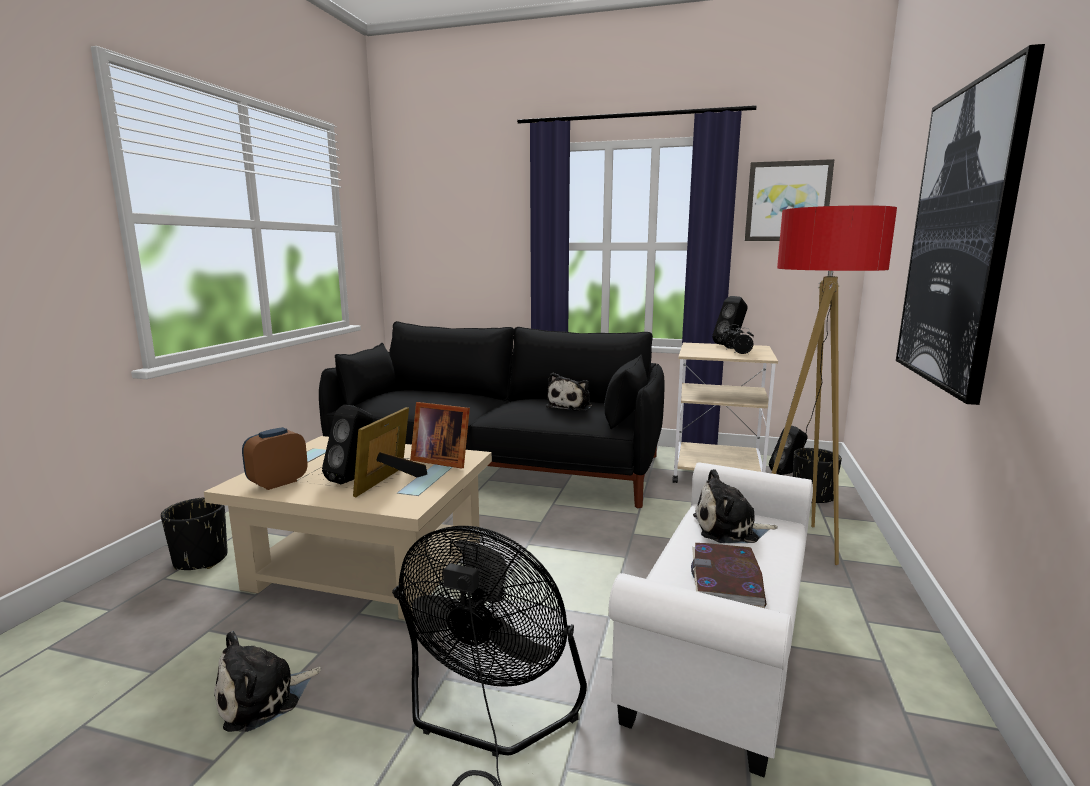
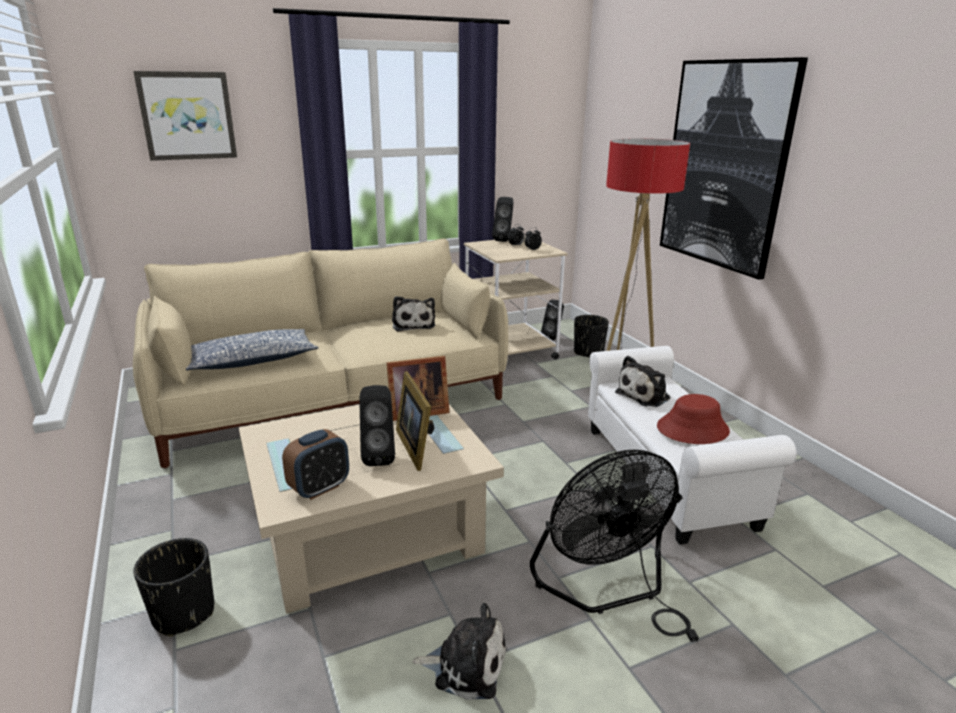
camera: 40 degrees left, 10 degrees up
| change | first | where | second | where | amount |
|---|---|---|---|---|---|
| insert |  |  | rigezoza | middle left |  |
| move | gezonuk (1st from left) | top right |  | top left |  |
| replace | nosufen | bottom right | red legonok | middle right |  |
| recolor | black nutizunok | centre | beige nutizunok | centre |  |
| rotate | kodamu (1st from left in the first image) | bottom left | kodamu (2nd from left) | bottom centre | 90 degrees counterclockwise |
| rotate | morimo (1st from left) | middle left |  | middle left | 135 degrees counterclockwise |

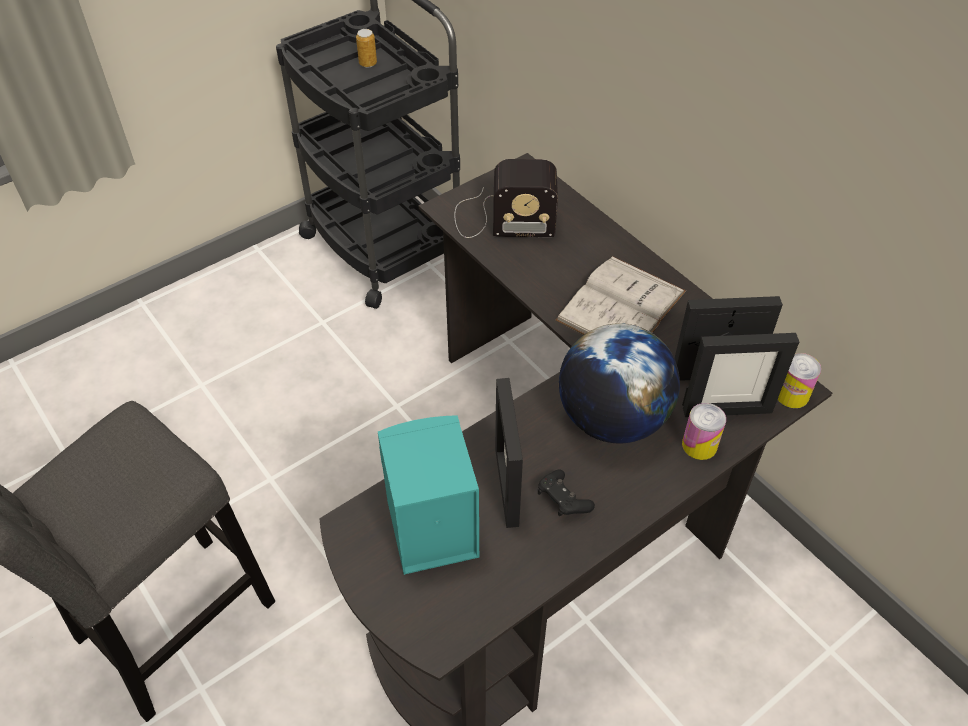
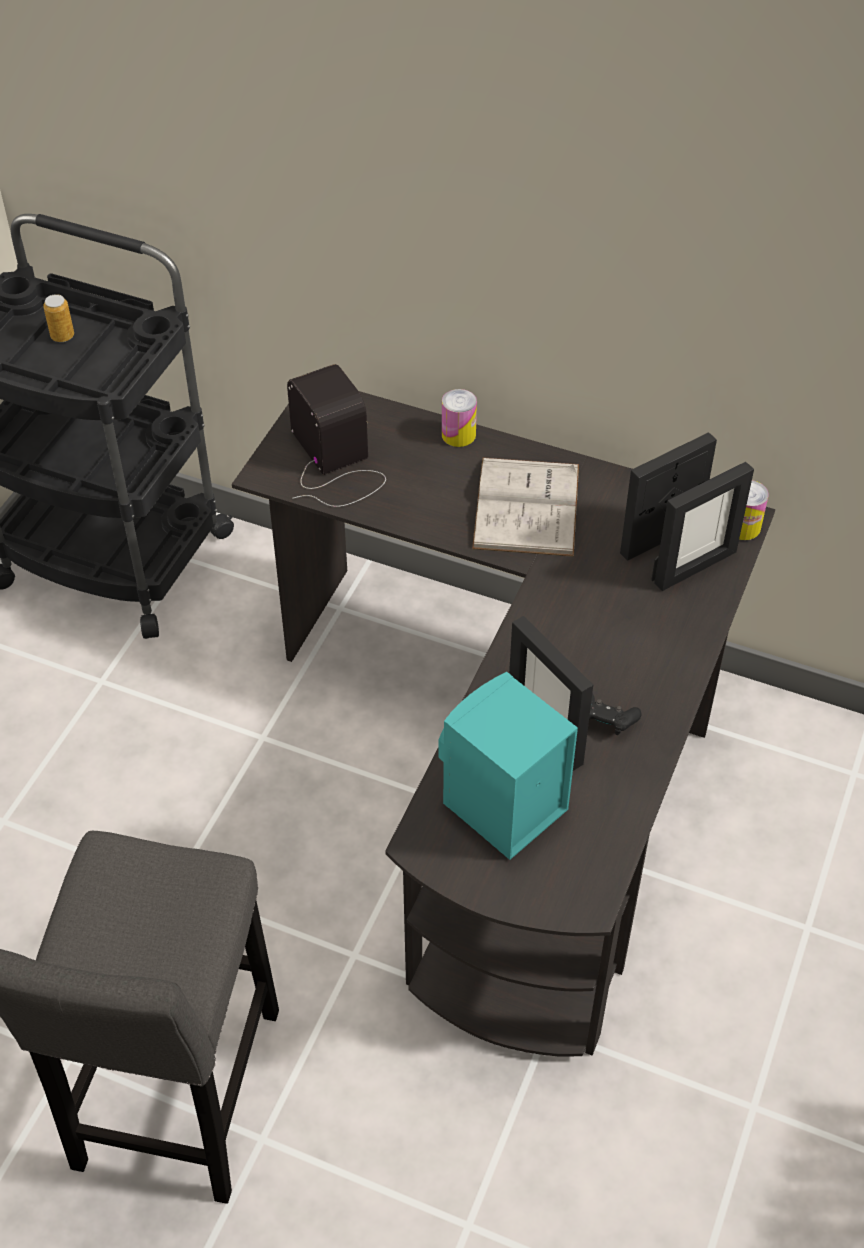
camera: 30 degrees left, 0 degrees up
| change | first | where | second | where | amount |
|---|---|---|---|---|---|
| delete | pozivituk | centre |  |  |  |
| move | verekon (2nd from left) | middle right |  | centre |  |
| rotate | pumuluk | top centre |  | centre | 90 degrees counterclockwise |

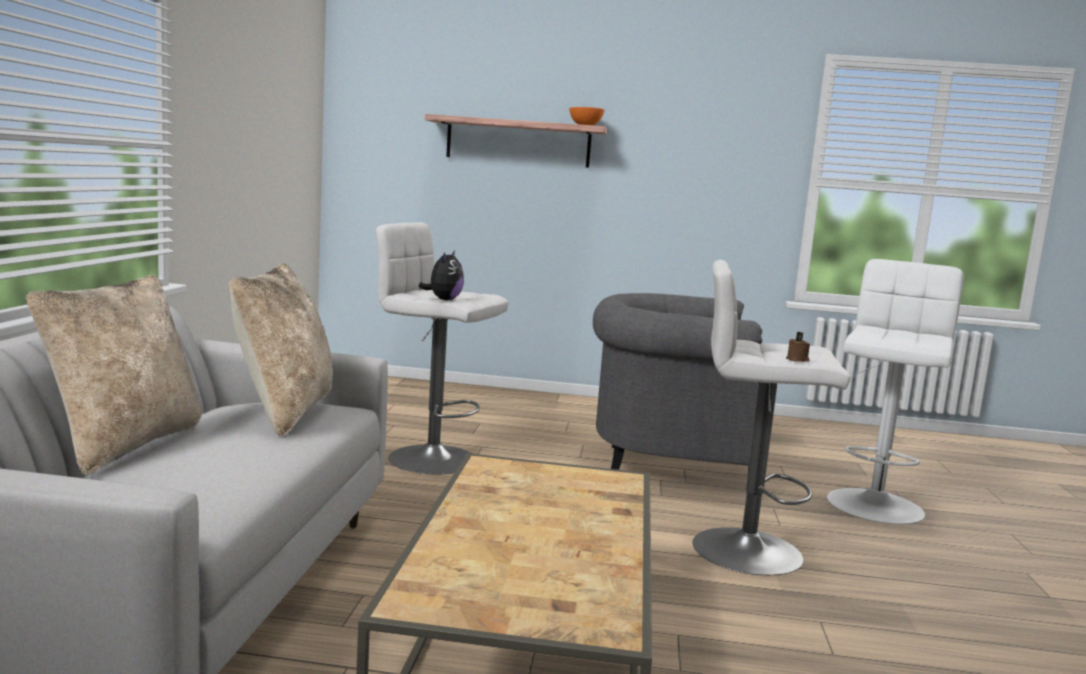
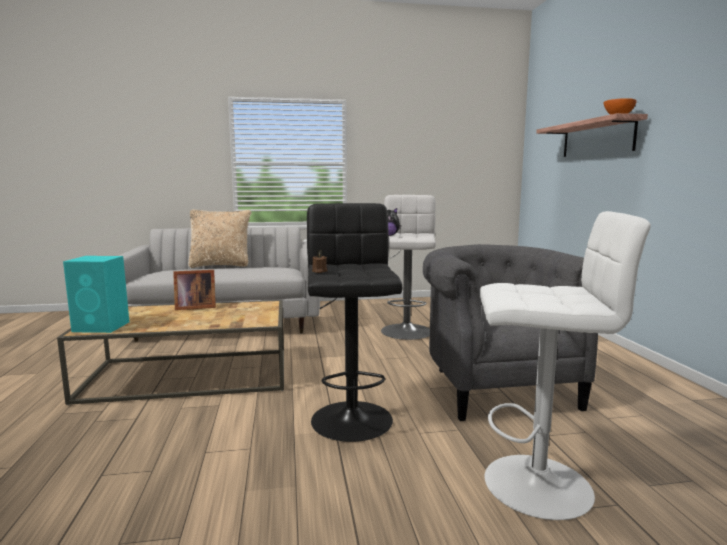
camera: 75 degrees right, 0 degrees up
| change | first | where | second | where | amount |
|---|---|---|---|---|---|
| delete | beige rigezoza (2nd from left) | middle left |  |  |  |
| insert |  |  | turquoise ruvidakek | middle left |  |
| insert |  |  | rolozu | middle left |  |
| recolor | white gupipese (2nd from left) | middle right | black gupipese | centre |  |

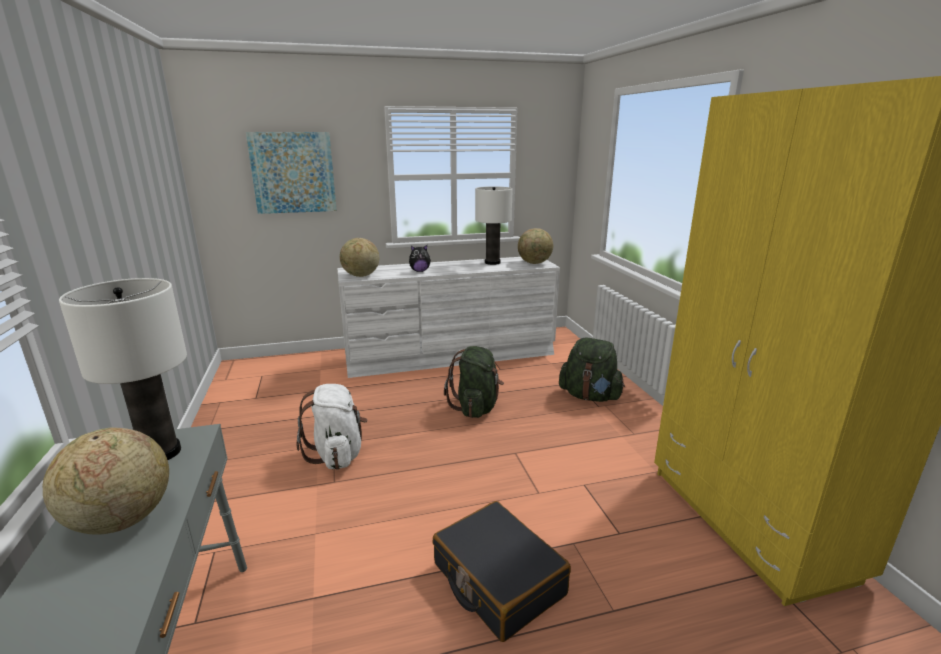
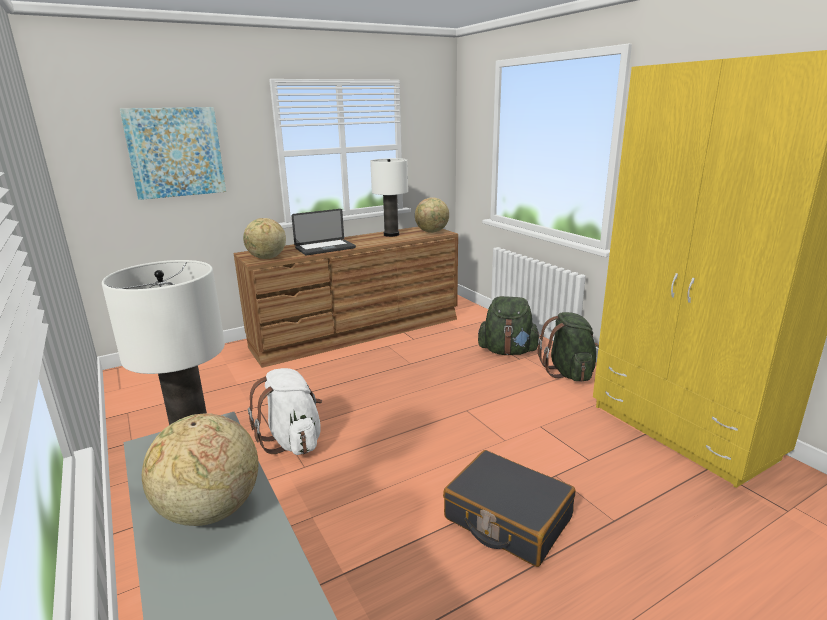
camera: 15 degrees left, 0 degrees up
| change | first | where | second | where | amount |
|---|---|---|---|---|---|
| move | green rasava (1st from left in the first image) | centre | green rasava (2nd from left) | middle right |  |
| replace | kodamu | centre | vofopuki | centre |  |
| recolor | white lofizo | centre | brown lofizo | centre |  |

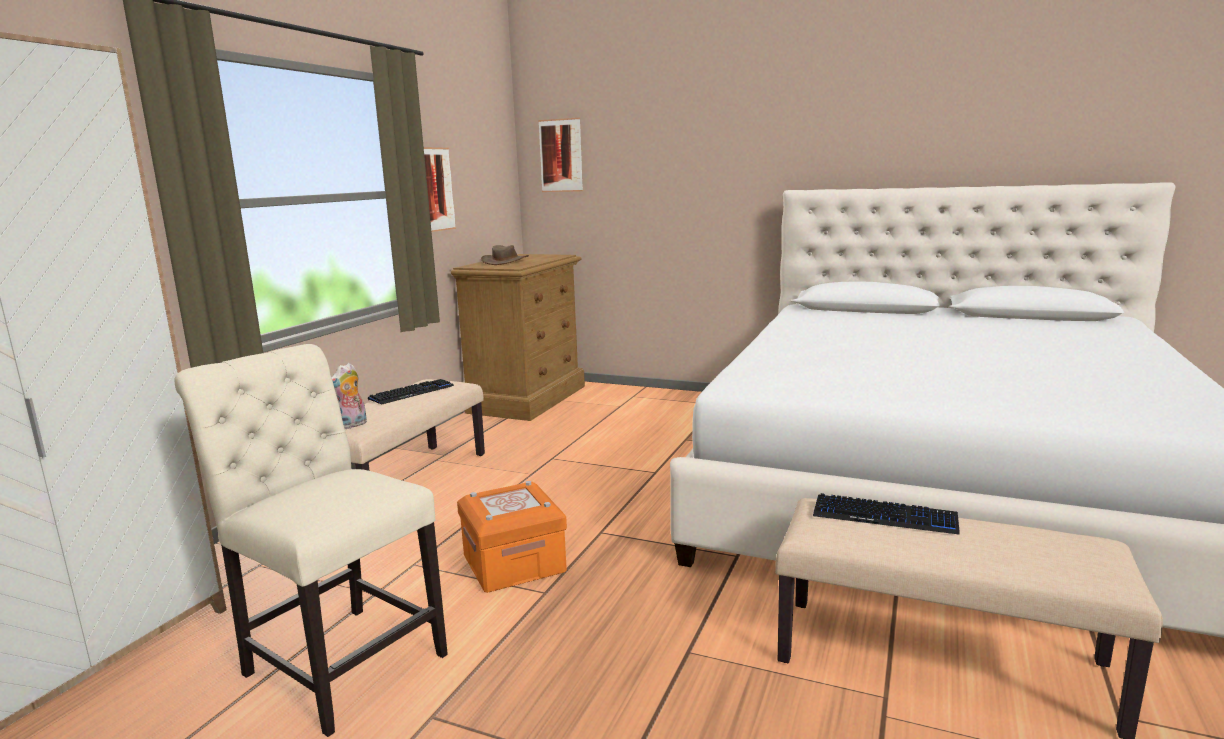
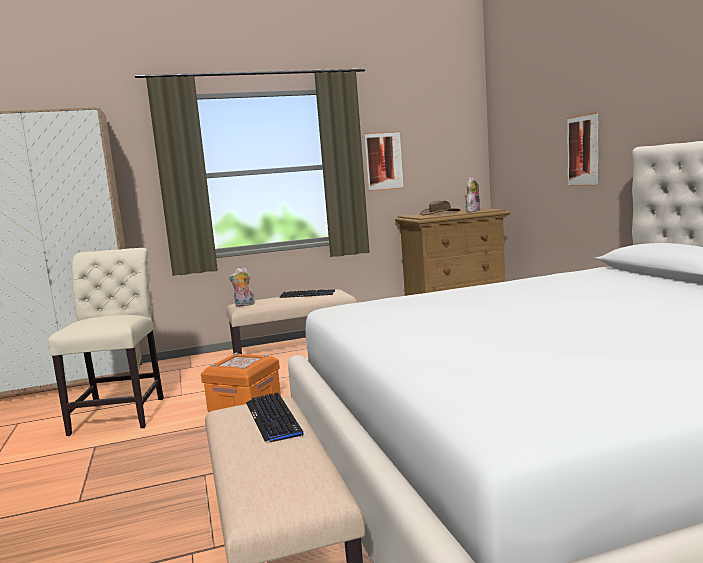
camera: 50 degrees right, 5 degrees down
| change | first | where | second | where | amount |
|---|---|---|---|---|---|
| insert |  |  | kodamu (2nd from left) | middle right |  |
| move | gezonuk (2nd from left) | top centre |  | top right |  |

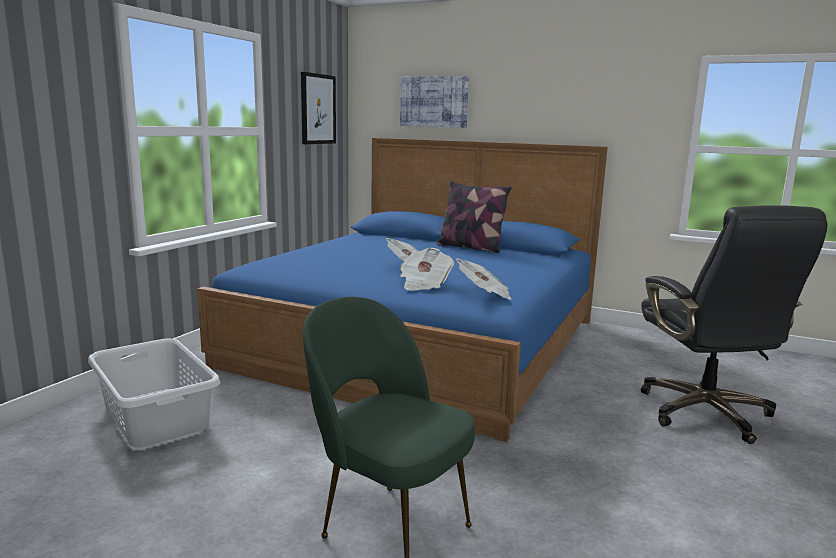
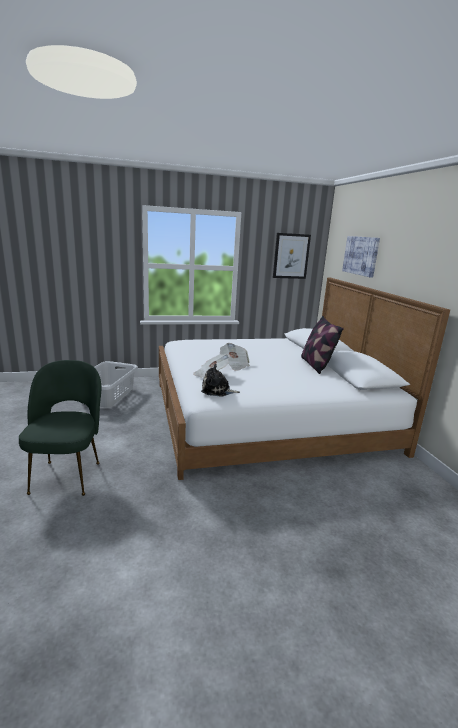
camera: 50 degrees right, 5 degrees up
| change | first | where | second | where | amount |
|---|---|---|---|---|---|
| delete | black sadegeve | middle right |  |  |  |
| replace | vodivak (3rd from left) | centre | kodamu | centre |  |
| recolor | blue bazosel | centre | white bazosel | centre |  |

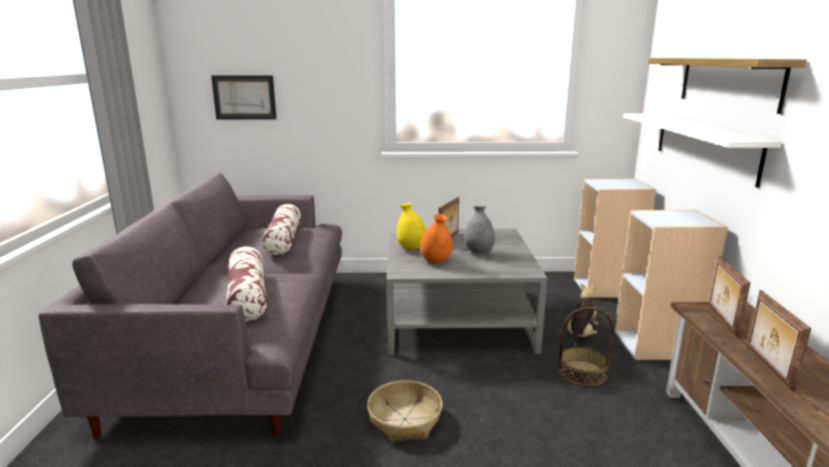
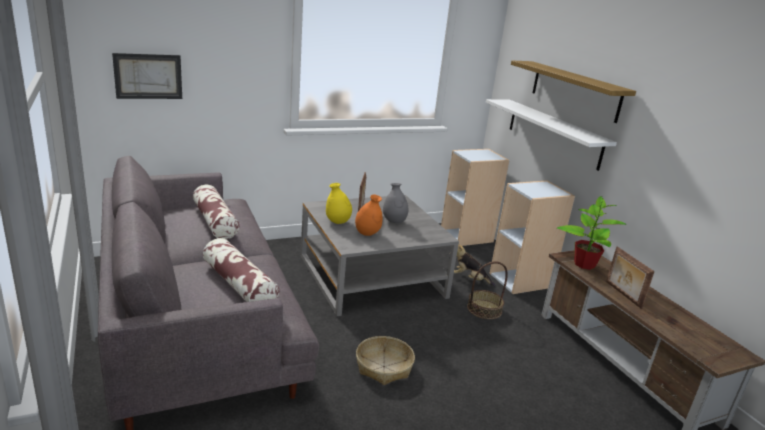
camera: 25 degrees left, 5 degrees up
| change | first | where | second | where | amount |
|---|---|---|---|---|---|
| replace | rolozu (2nd from left) | middle right | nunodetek | middle right |  |
| rotate | kodamu | bottom right |  | centre | 75 degrees counterclockwise |

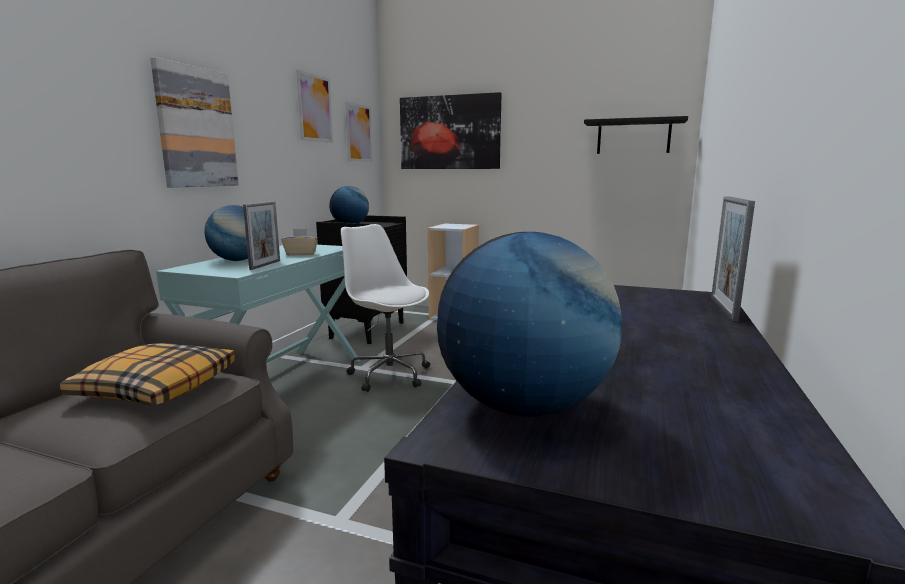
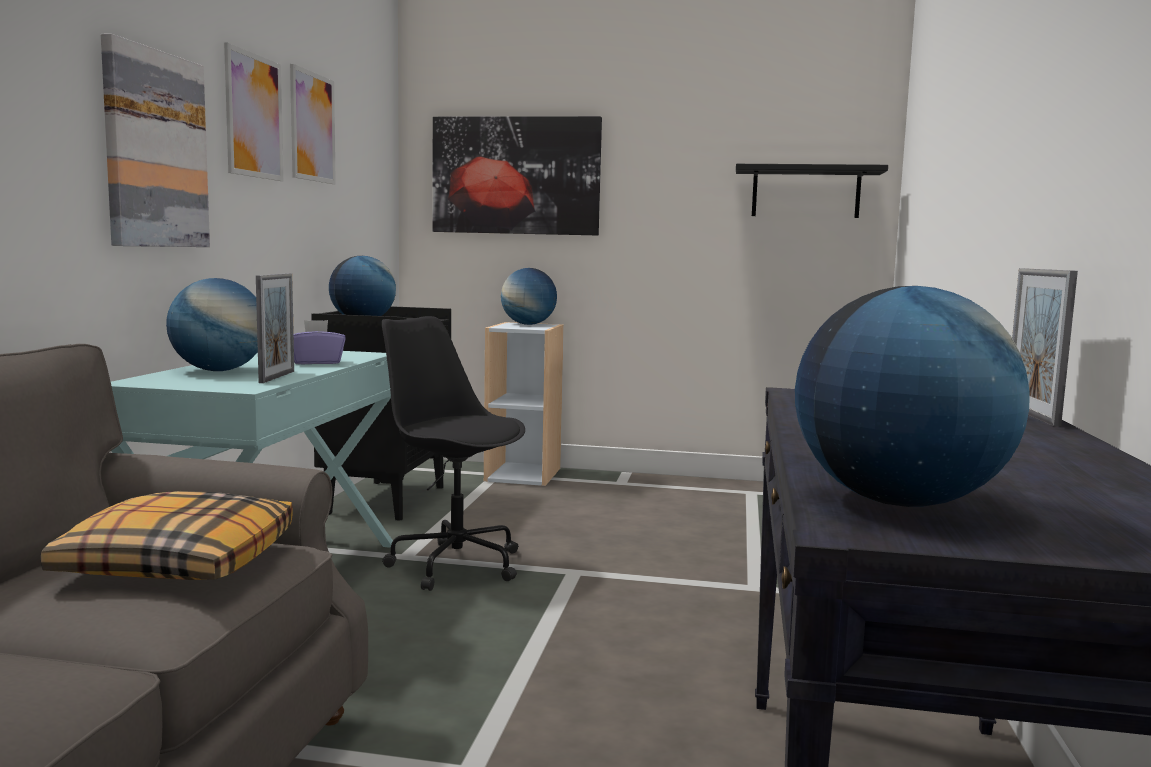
camera: 10 degrees left, 5 degrees down
| change | first | where | second | where | amount |
|---|---|---|---|---|---|
| insert |  |  | pozivituk (3rd from left) | centre |  |
| move | gezonuk (3rd from left in the first image) | top centre | gezonuk (2nd from left) | top left |  |
| recolor | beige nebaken | middle left | purple nebaken | middle left |  |
| recolor | white sadegeve | centre | black sadegeve | centre |  |

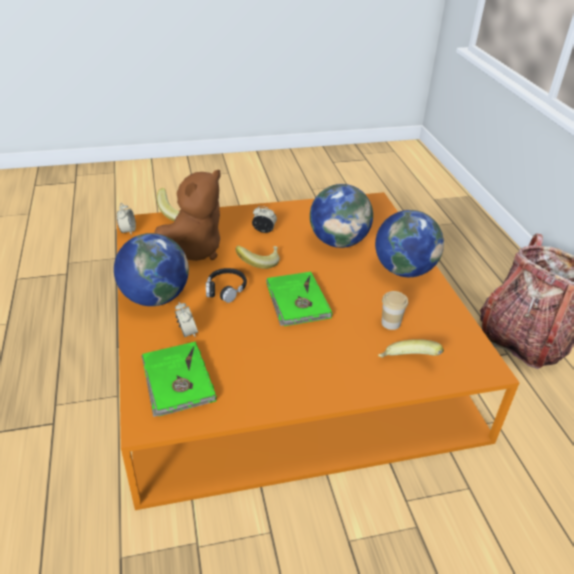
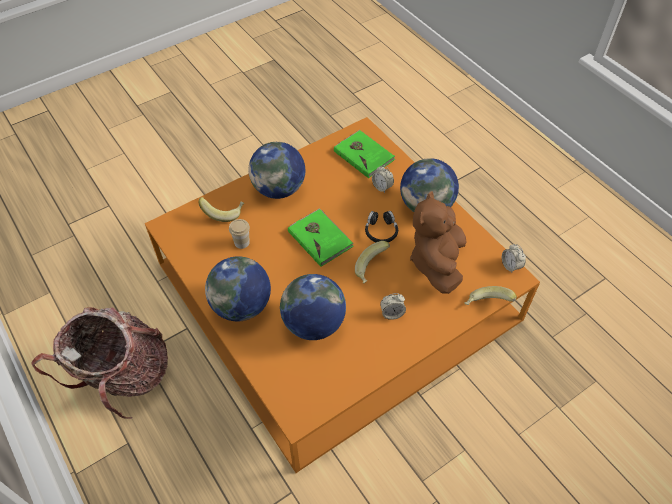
camera: 160 degrees right, 15 degrees up
| change | first | where | second | where | amount |
|---|---|---|---|---|---|
| insert |  |  | pozivituk (2nd from left) | centre |  |

